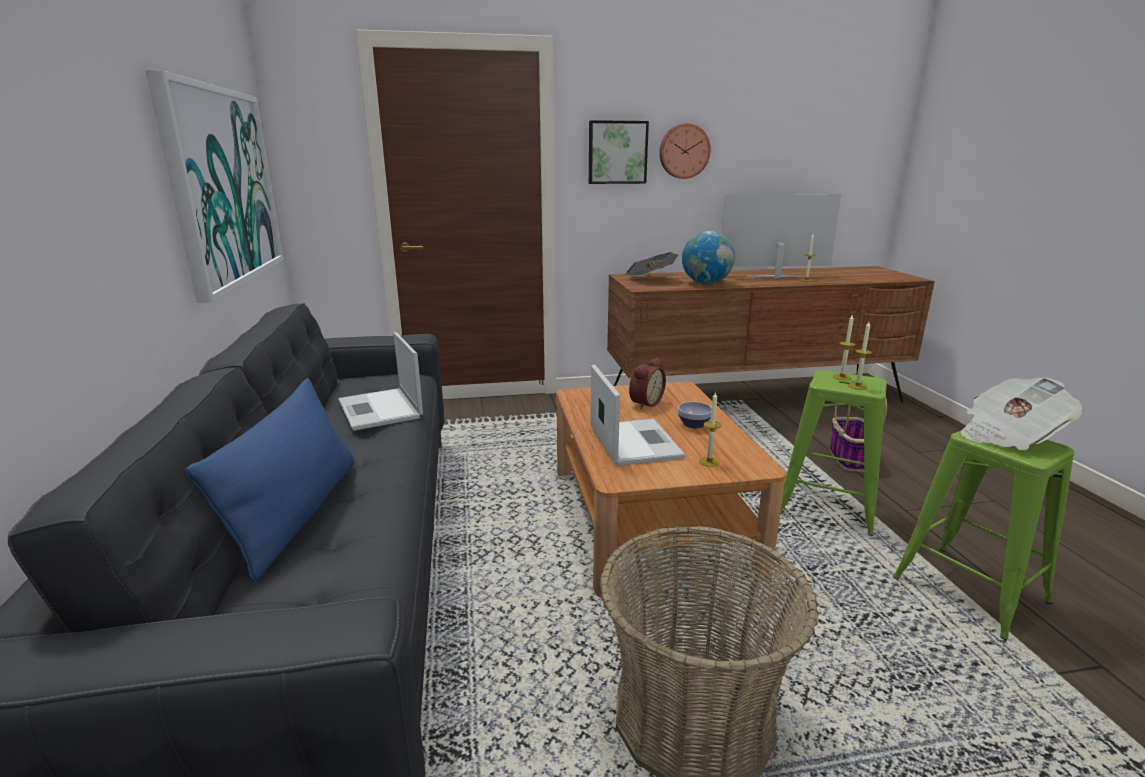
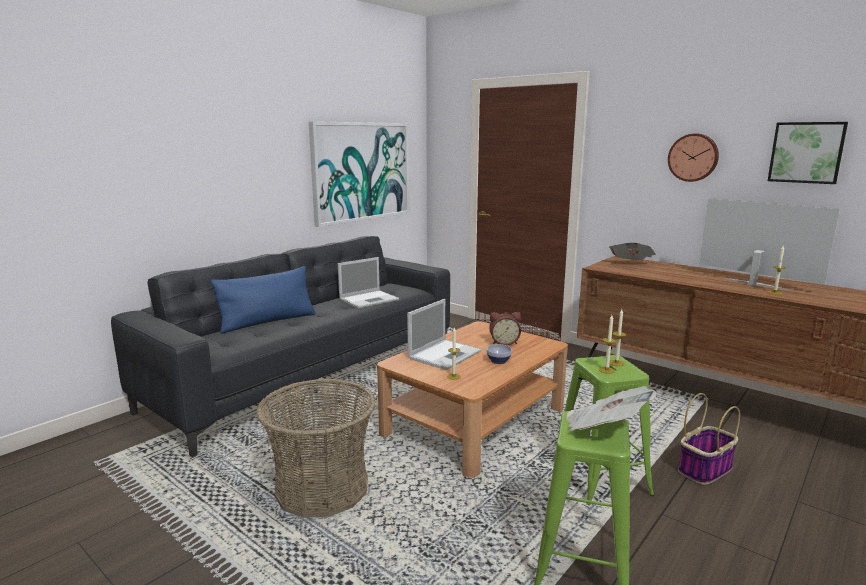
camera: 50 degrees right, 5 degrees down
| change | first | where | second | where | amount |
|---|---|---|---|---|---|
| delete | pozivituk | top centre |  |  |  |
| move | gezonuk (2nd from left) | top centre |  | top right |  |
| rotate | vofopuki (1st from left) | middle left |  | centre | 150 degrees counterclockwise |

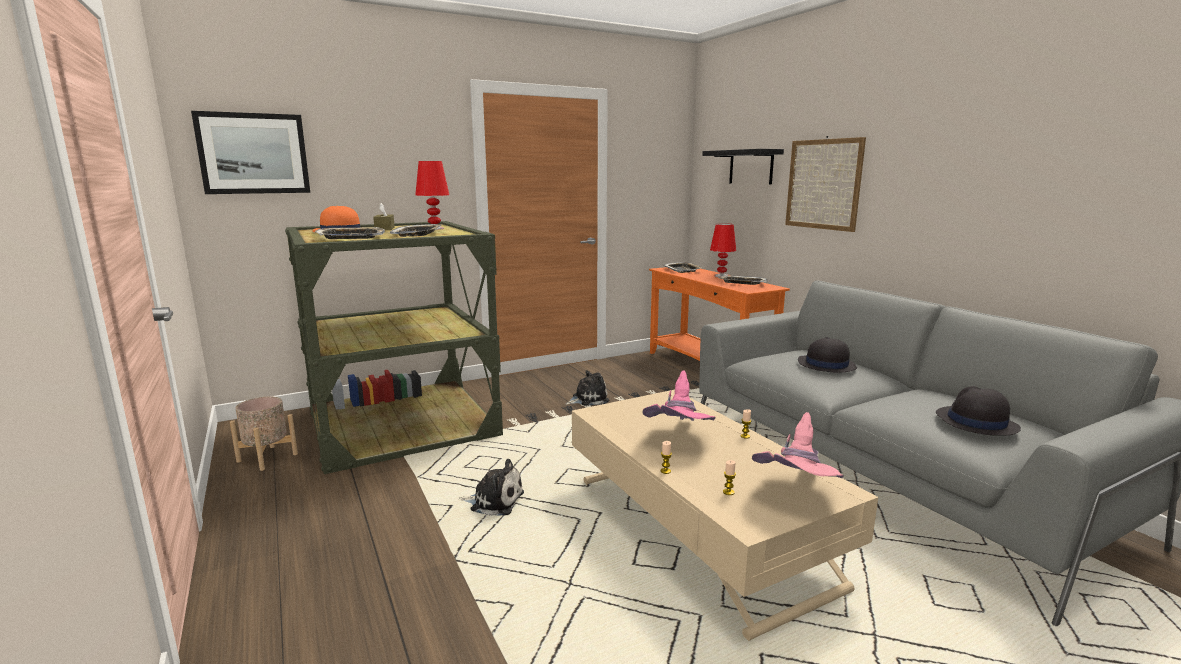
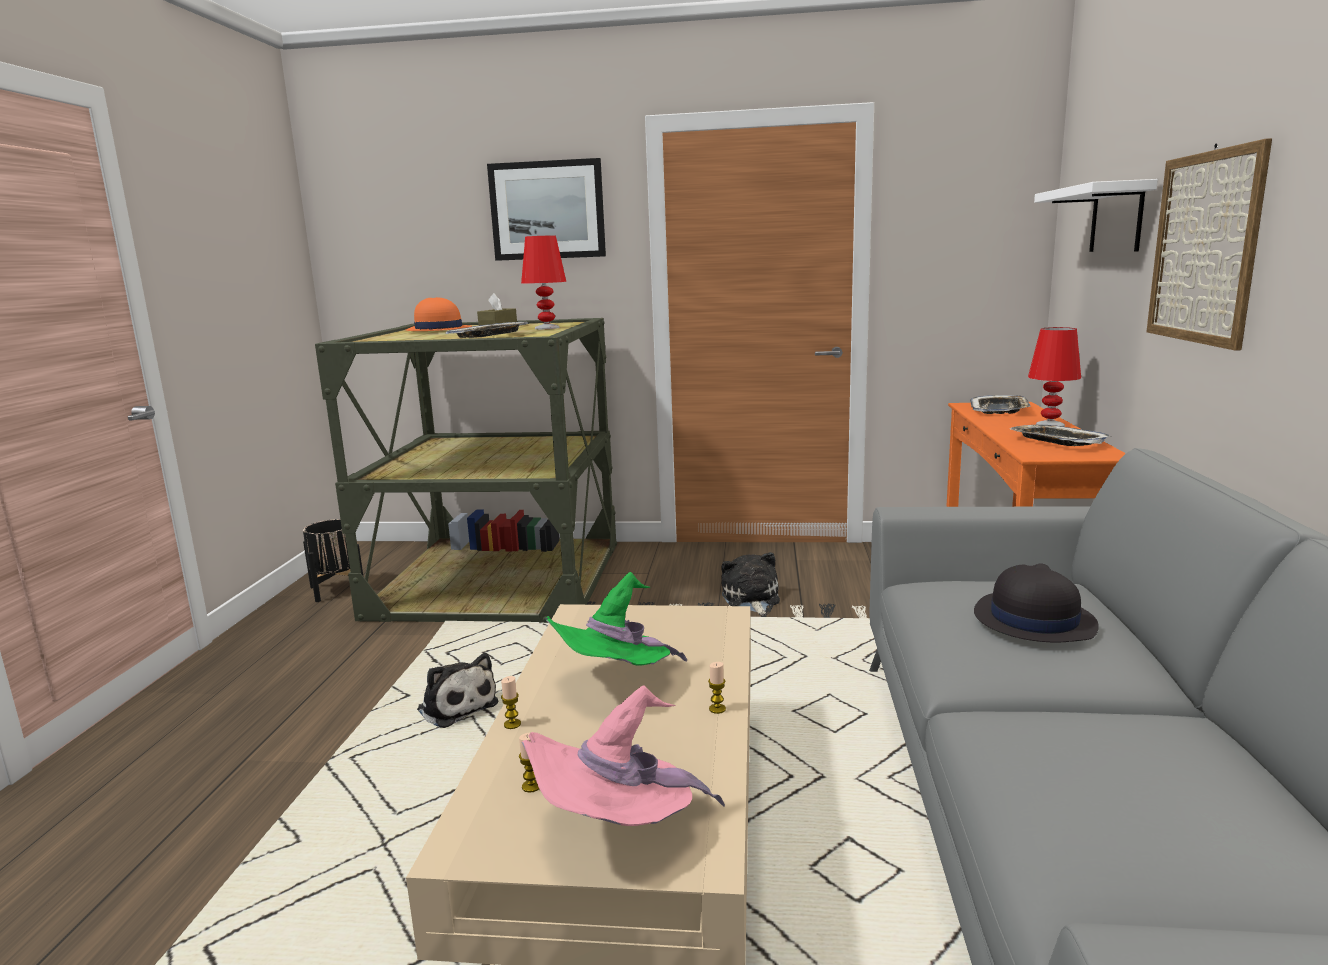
camera: 35 degrees right, 0 degrees up
| change | first | where | second | where | amount |
|---|---|---|---|---|---|
| delete | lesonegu (1st from left) | middle left |  |  |  |
| delete | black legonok (2nd from left) | middle right |  |  |  |
| move | gezonuk (1st from left) | top left |  | top centre |  |
| recolor | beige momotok | middle left | black momotok | middle left |  |
| recolor | pink legonok (1st from left) | centre | green legonok | centre |  |
| recolor | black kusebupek | top centre | white kusebupek | top right |  |
| rotate | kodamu (2nd from left) | centre |  | centre | 105 degrees counterclockwise |

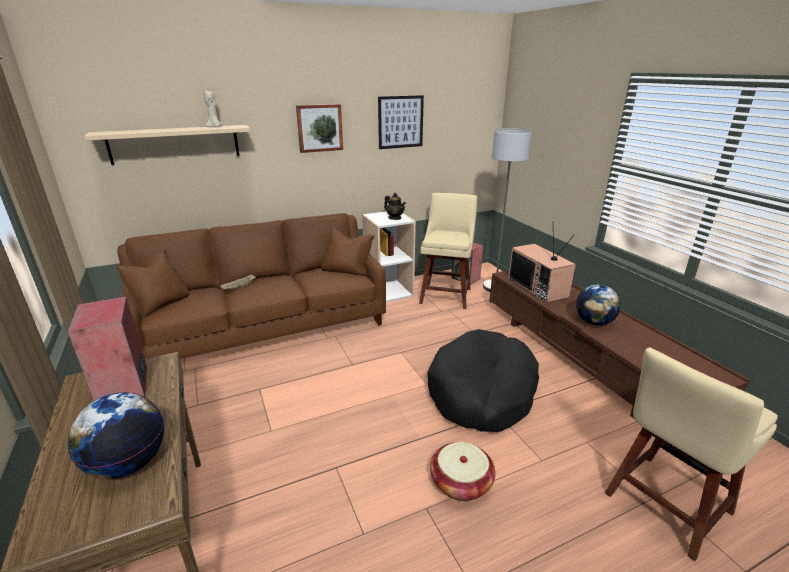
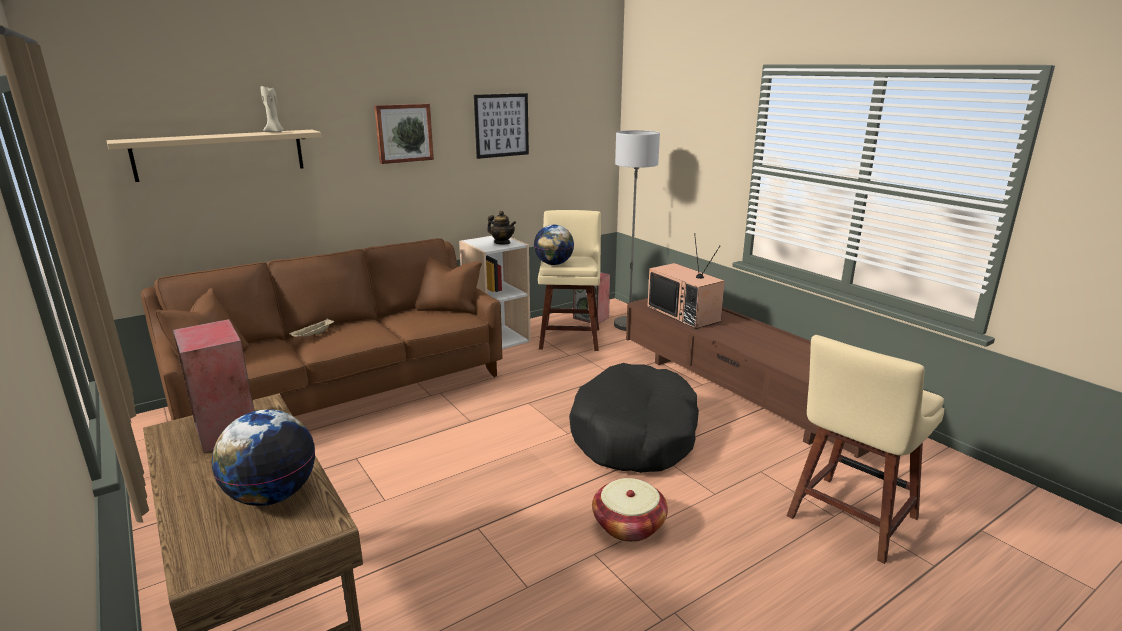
camera: 10 degrees left, 5 degrees down
| change | first | where | second | where | amount |
|---|---|---|---|---|---|
| move | pozivituk (2nd from left) | middle right |  | centre |  |

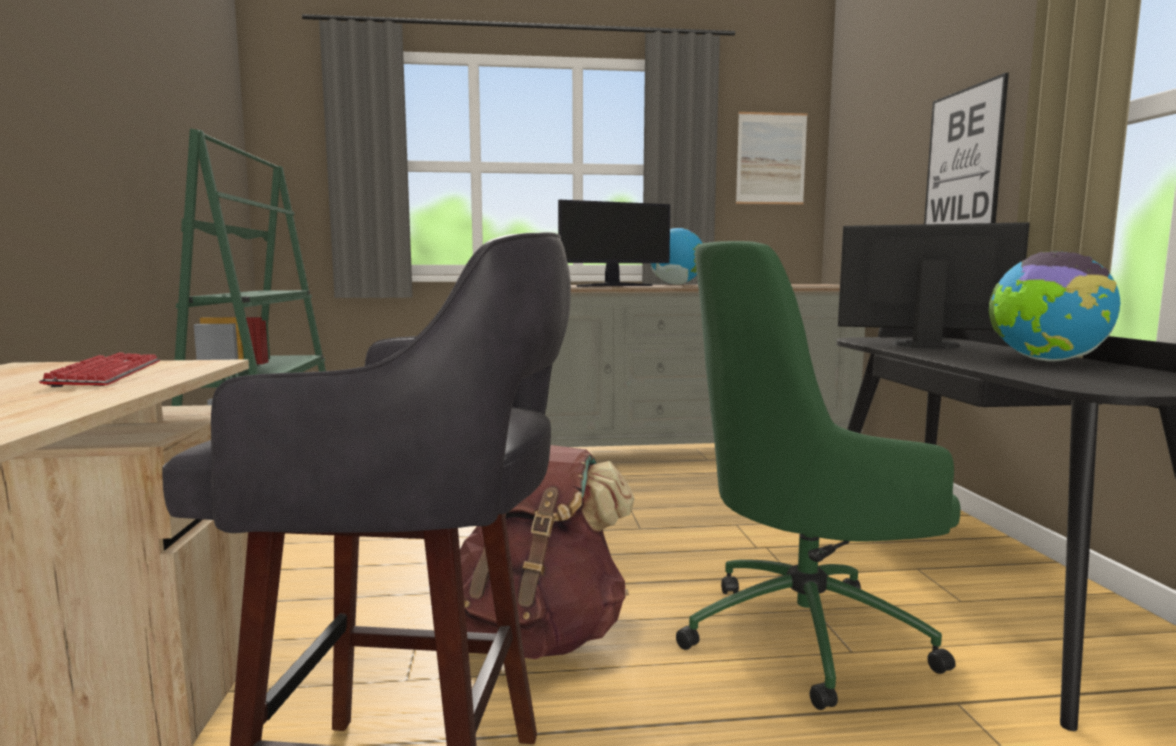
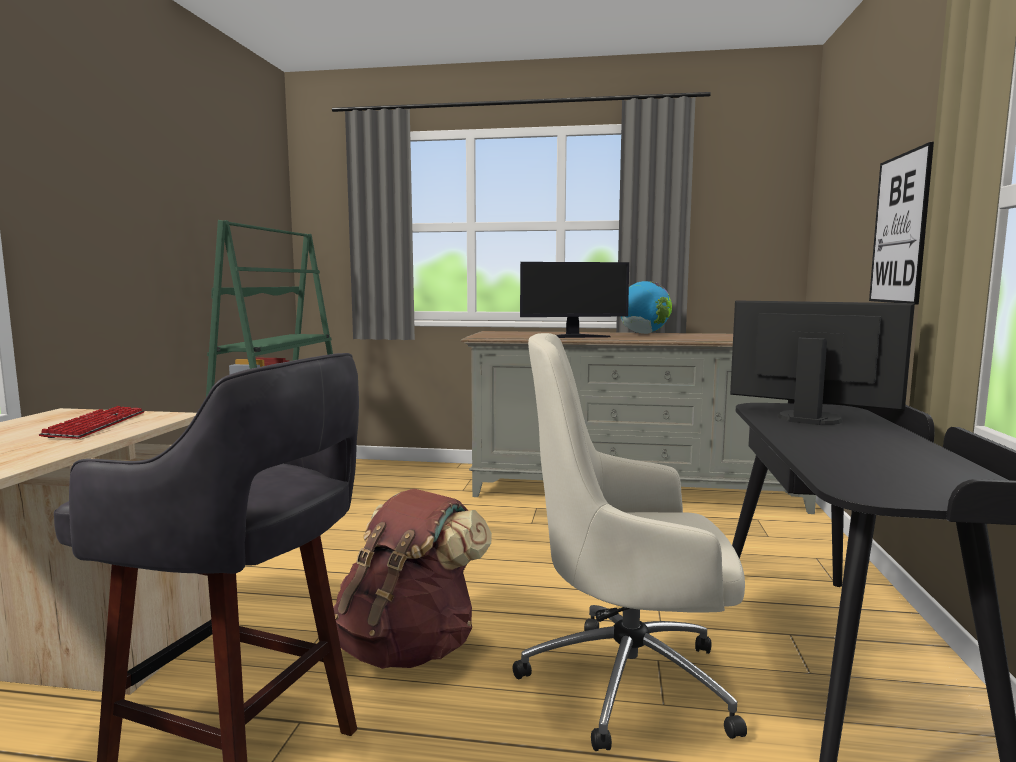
camera: 15 degrees right, 0 degrees up
| change | first | where | second | where | amount |
|---|---|---|---|---|---|
| delete | gezonuk (1st from left) | top centre |  |  |  |
| delete | pozivituk (2nd from left) | middle right |  |  |  |
| recolor | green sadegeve | middle right | beige sadegeve | bottom centre |  |

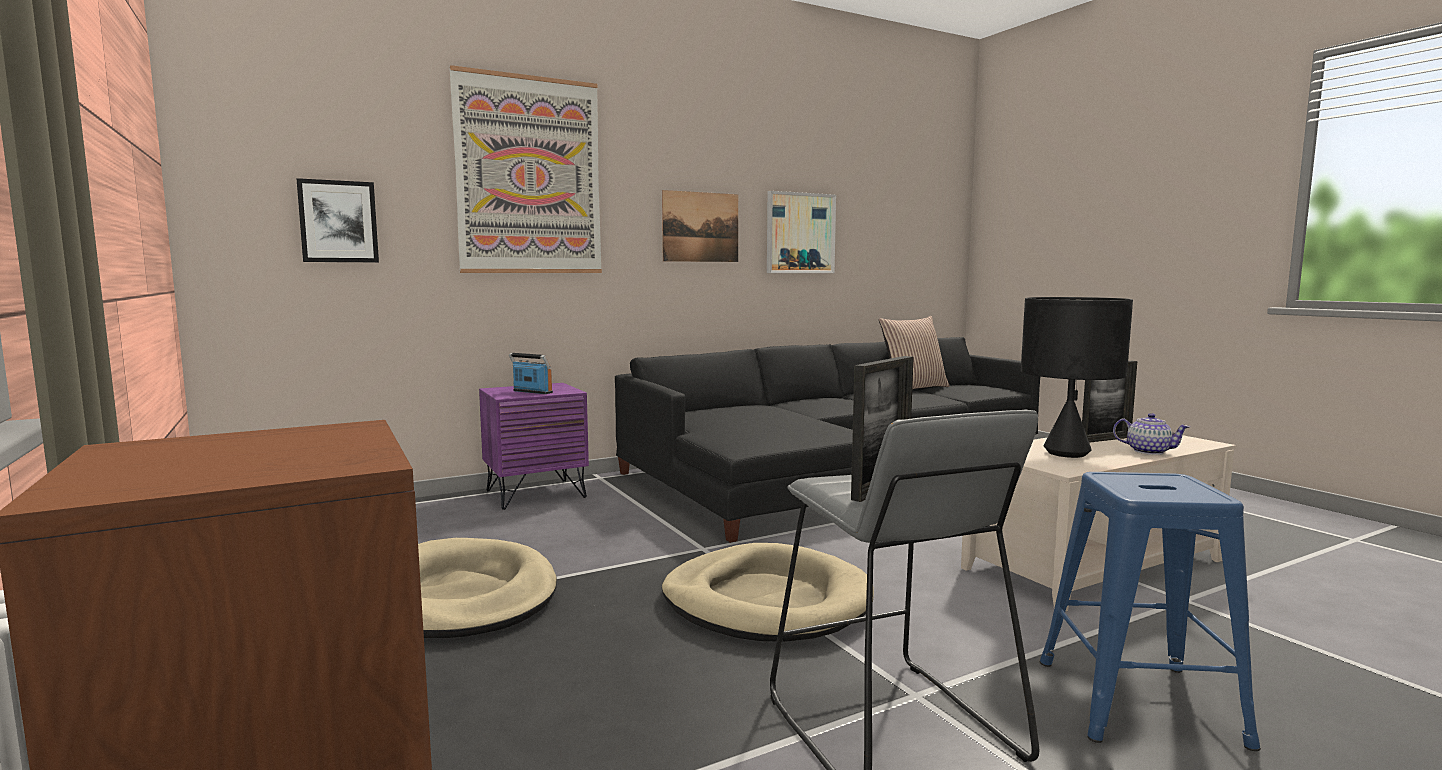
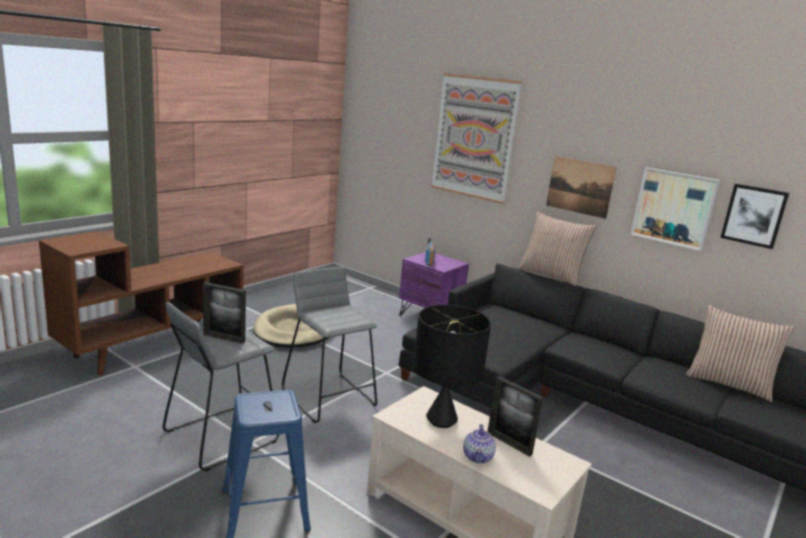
camera: 65 degrees right, 10 degrees up
| change | first | where | second | where | amount |
|---|---|---|---|---|---|
| insert |  |  | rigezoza (1st from left) | middle right |  |
| move | gezonuk (1st from left in the first image) | top left | gezonuk (4th from left) | middle right |  |
| replace | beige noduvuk (2nd from left) | bottom centre | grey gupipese (2nd from left) | centre |  |

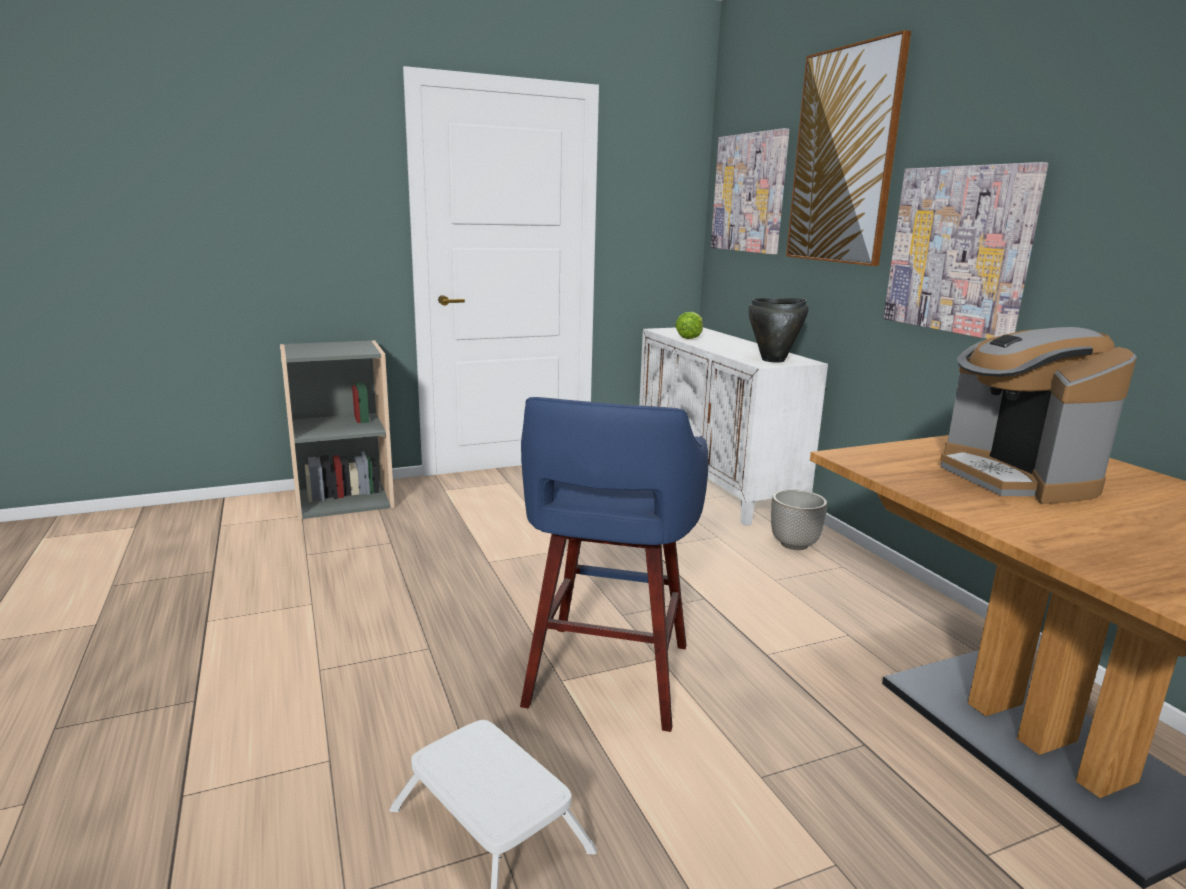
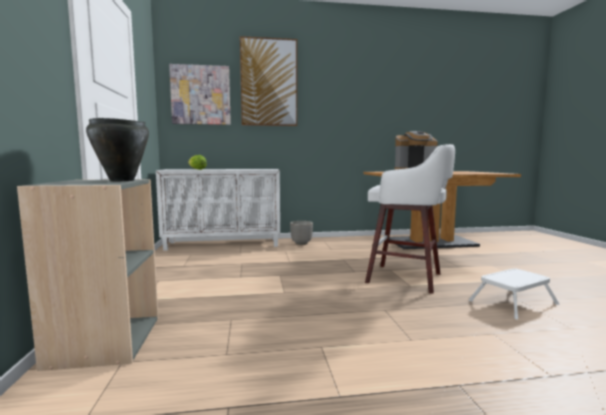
camera: 75 degrees left, 10 degrees down
| change | first | where | second | where | amount |
|---|---|---|---|---|---|
| delete | gezonuk (3rd from left) | top right |  |  |  |
| move | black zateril | centre |  | middle left |  |
| recolor | blue gupipese | centre | white gupipese | middle right |  |

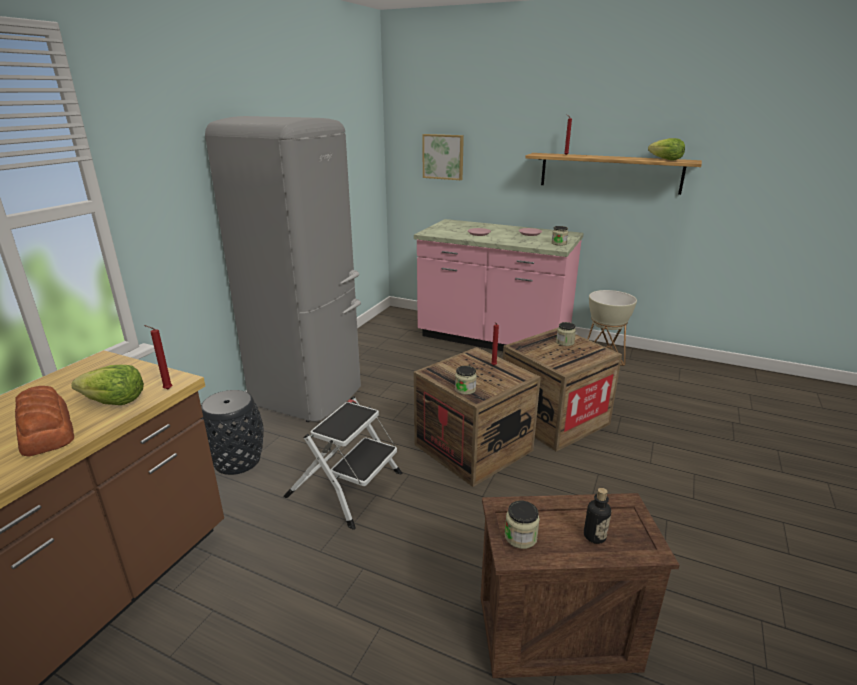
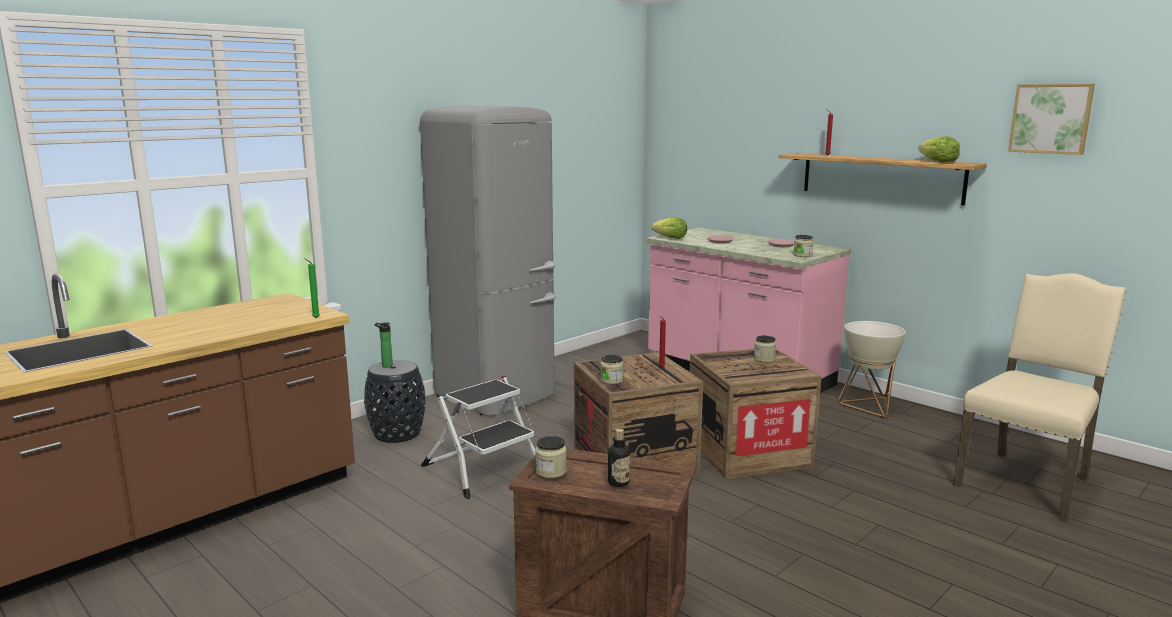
camera: 20 degrees right, 10 degrees down
| change | first | where | second | where | amount |
|---|---|---|---|---|---|
| delete | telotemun | middle left |  |  |  |
| insert |  |  | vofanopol (1st from left) | middle left |  |
| insert |  |  | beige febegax | middle right |  |
| move | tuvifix (1st from left) | middle left |  | centre |  |
| move | gezonuk | top centre |  | top right |  |
| recolor | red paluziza (1st from left) | middle left | green paluziza | middle left |  |

